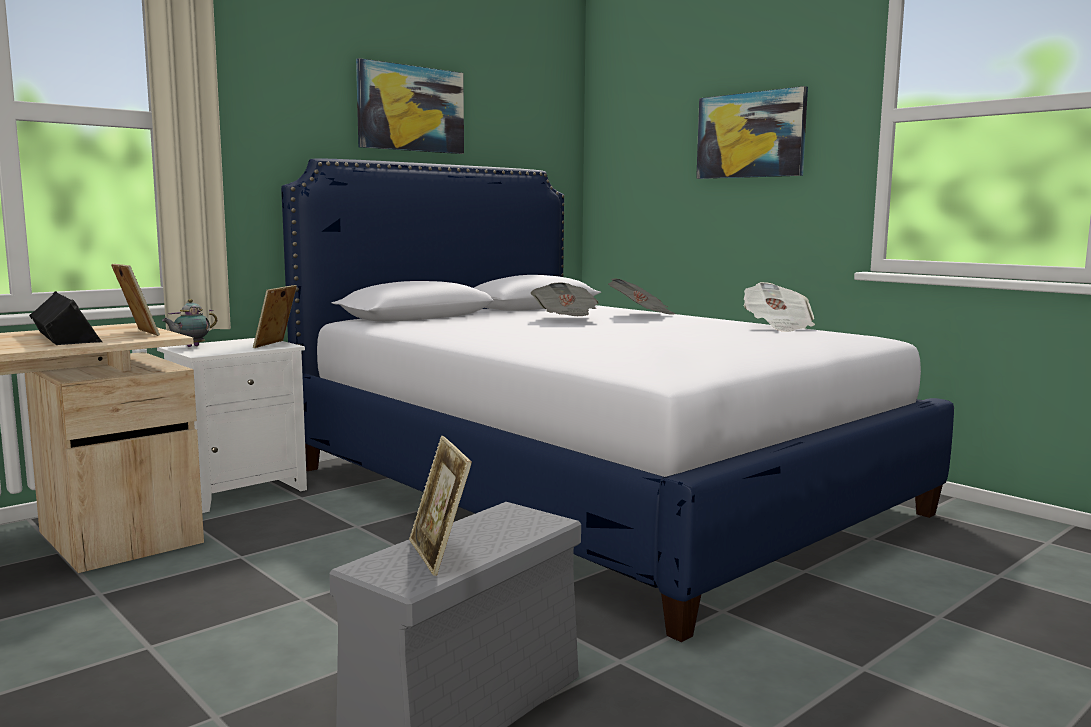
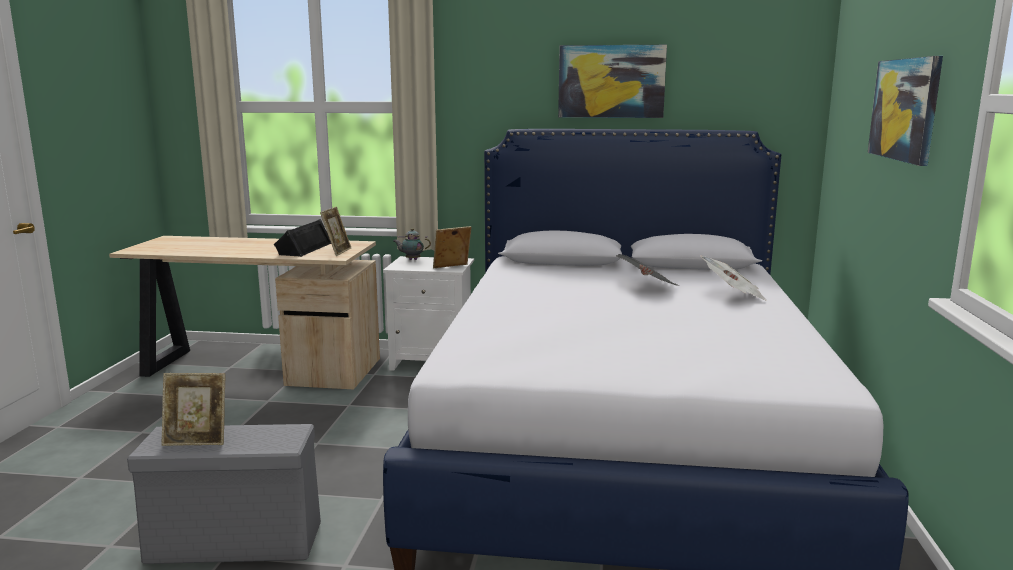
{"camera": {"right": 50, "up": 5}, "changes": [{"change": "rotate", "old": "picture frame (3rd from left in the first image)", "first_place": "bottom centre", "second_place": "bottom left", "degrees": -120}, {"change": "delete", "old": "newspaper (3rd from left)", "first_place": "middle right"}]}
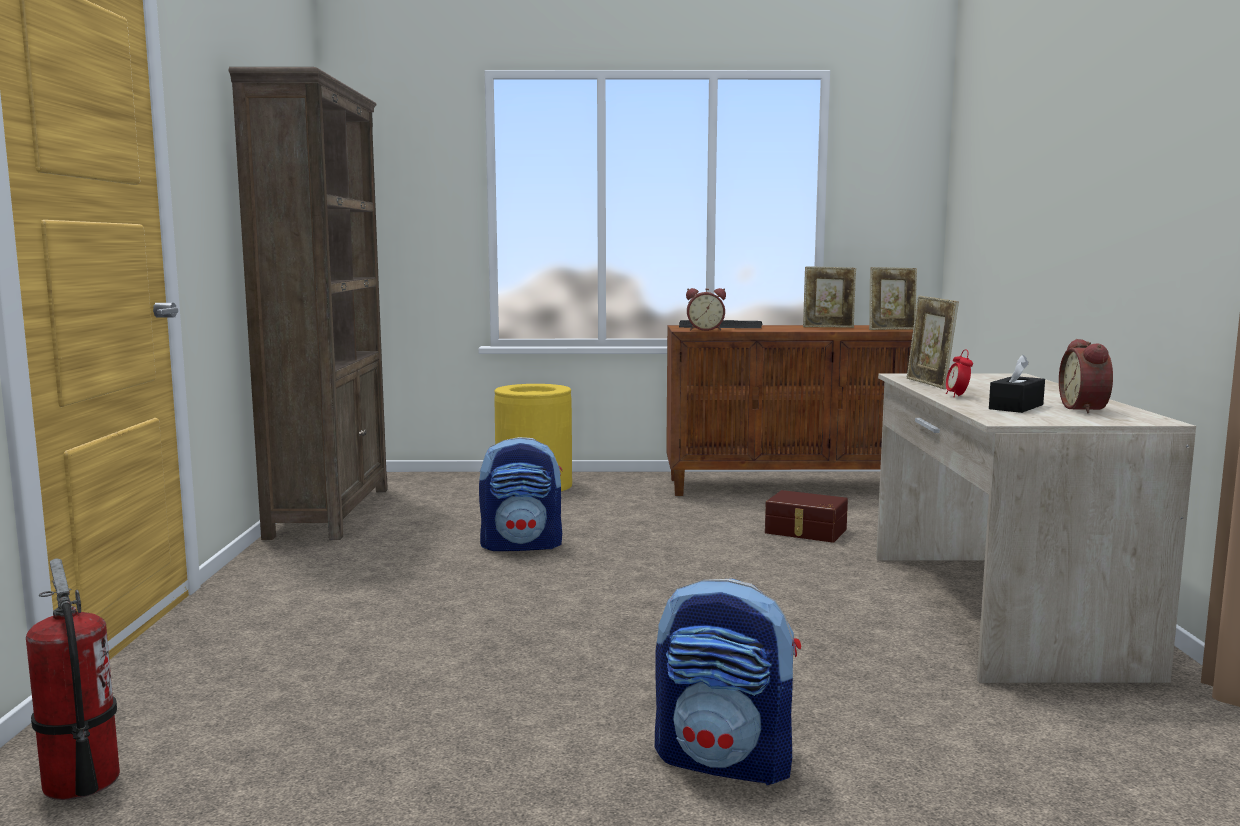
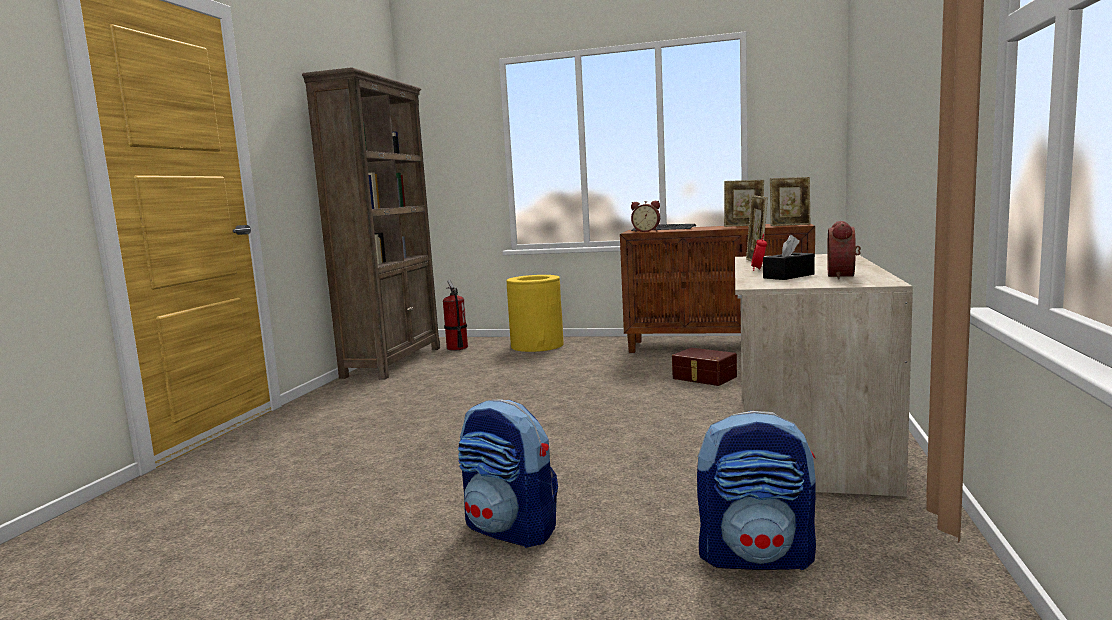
{"camera": {"right": 15, "up": 0}, "changes": [{"change": "move", "old": "fire-fighting cylinder", "first_place": "bottom left", "second_place": "centre"}, {"change": "move", "old": "rucksack (1st from left in the first image)", "new": "rucksack (2nd from left)", "first_place": "centre", "second_place": "bottom right"}]}
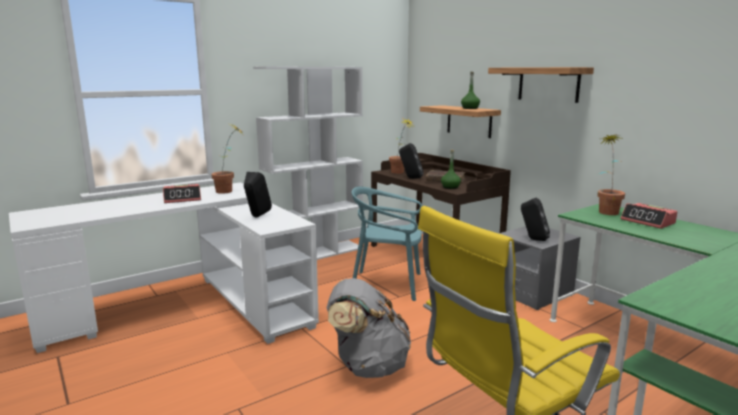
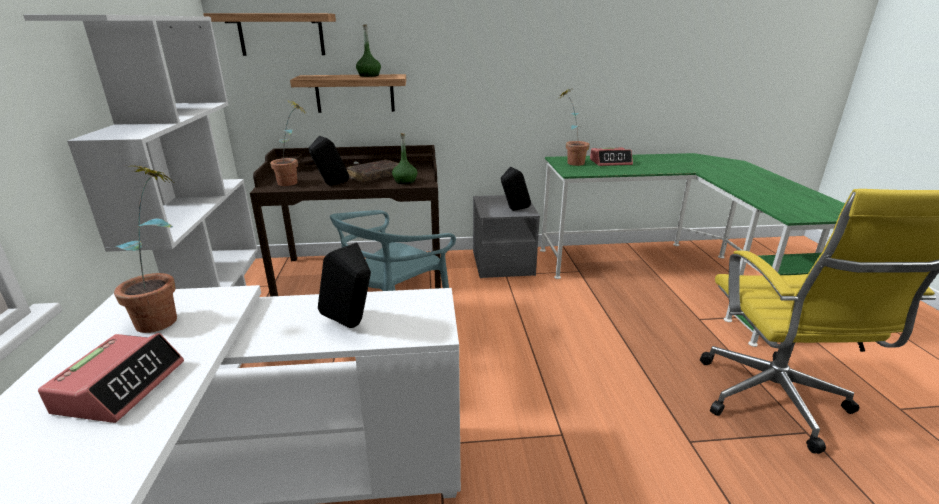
{"camera": {"right": -60, "up": 10}, "changes": [{"change": "delete", "old": "greyish rucksack", "first_place": "bottom centre"}, {"change": "move", "old": "shelf (2nd from left in the first image)", "new": "shelf (1st from left)", "first_place": "top right", "second_place": "top left"}]}
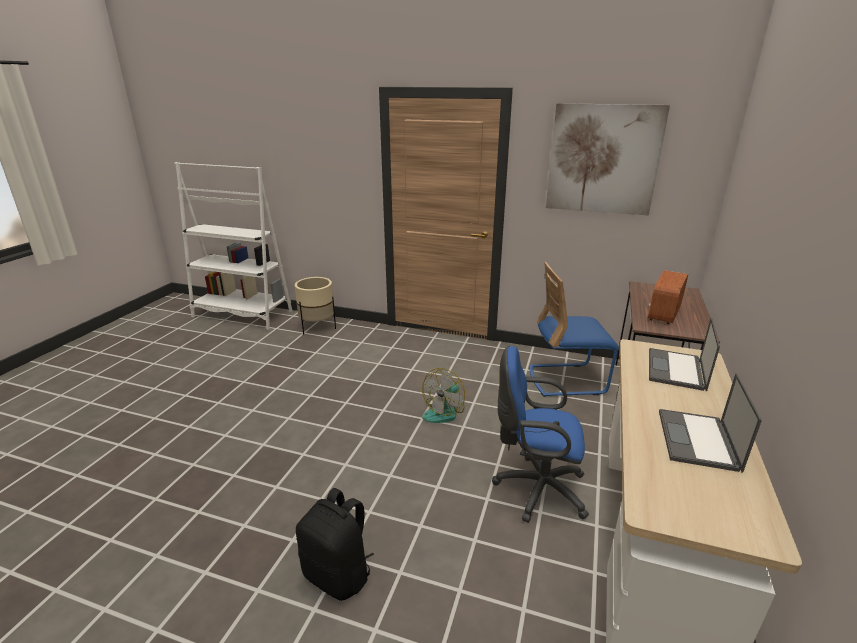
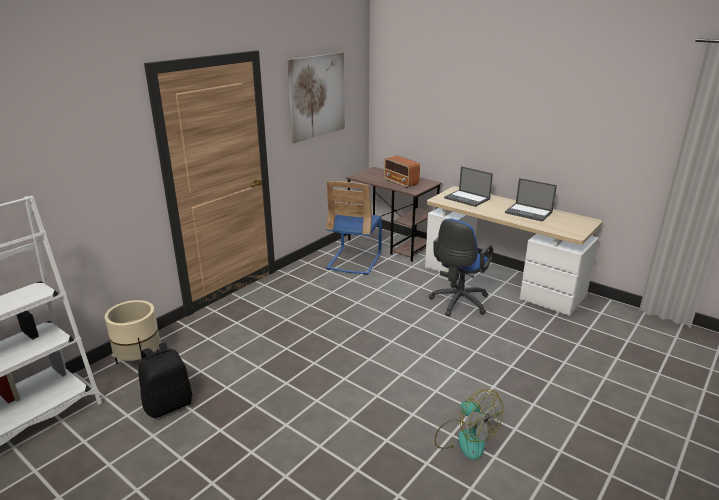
{"camera": {"right": -70, "up": 0}, "changes": [{"change": "move", "old": "blackish rucksack", "first_place": "bottom centre", "second_place": "bottom left"}, {"change": "move", "old": "cooling fan", "first_place": "centre", "second_place": "bottom centre"}]}
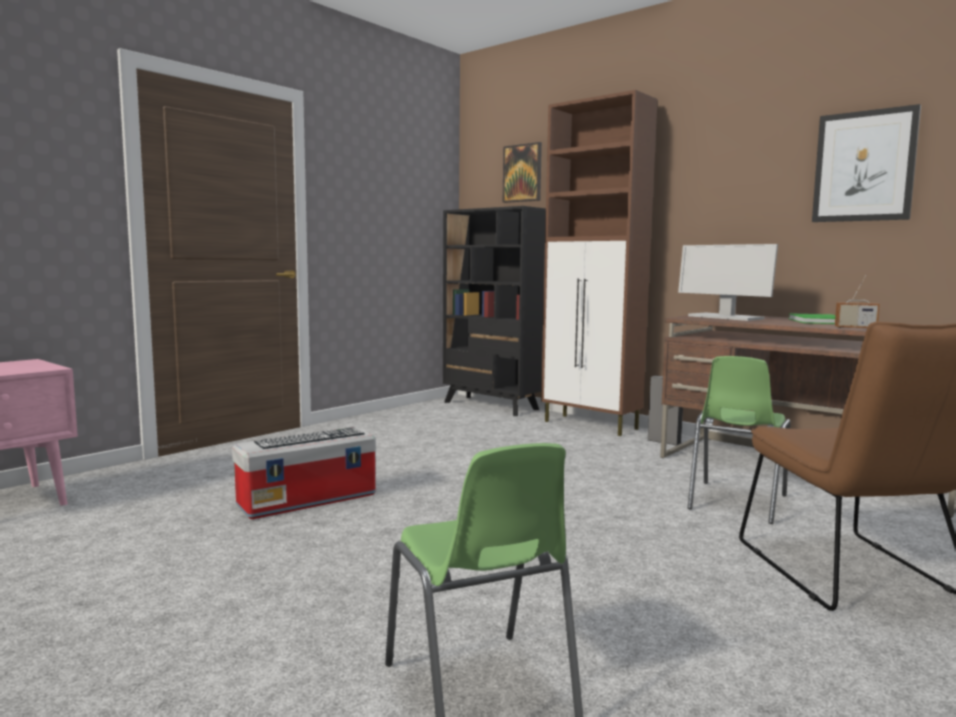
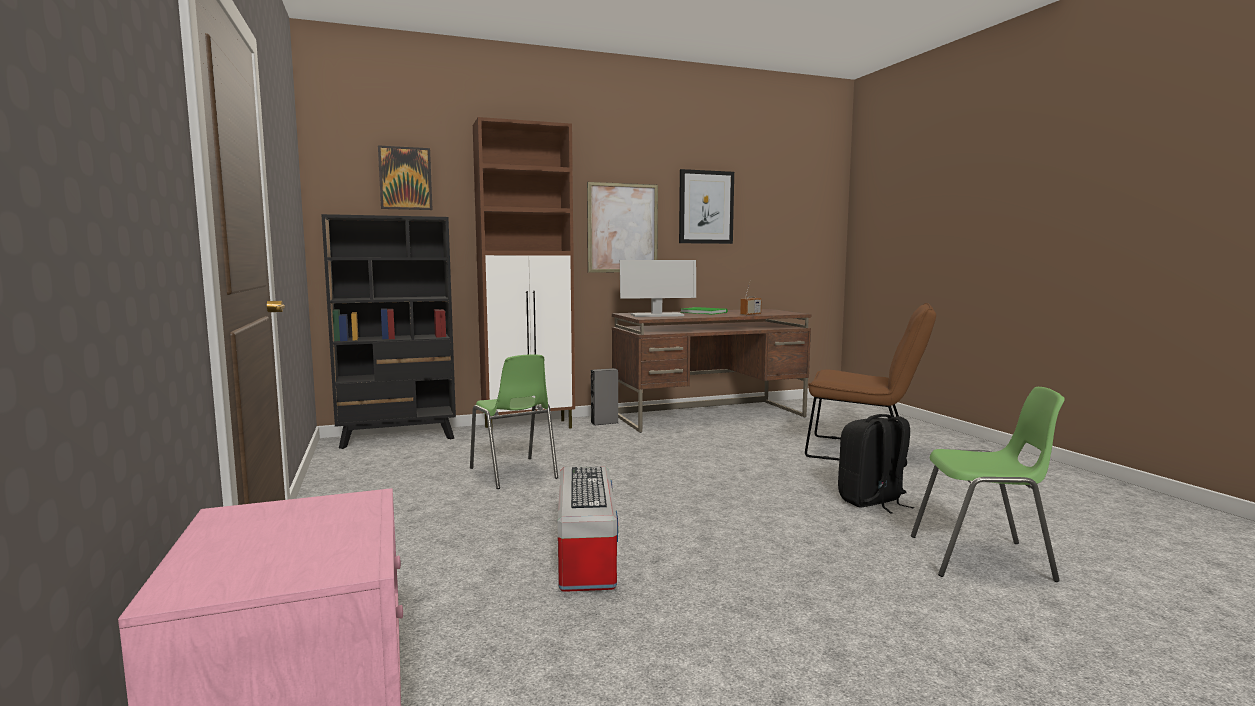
{"camera": {"right": -60, "up": 0}, "changes": [{"change": "move", "old": "greenish upright chair (2nd from left in the first image)", "new": "greenish upright chair (1st from left)", "first_place": "middle right", "second_place": "centre"}, {"change": "insert", "new": "wall picture (2nd from left)", "second_place": "top centre"}, {"change": "insert", "new": "blackish rucksack", "second_place": "middle right"}]}
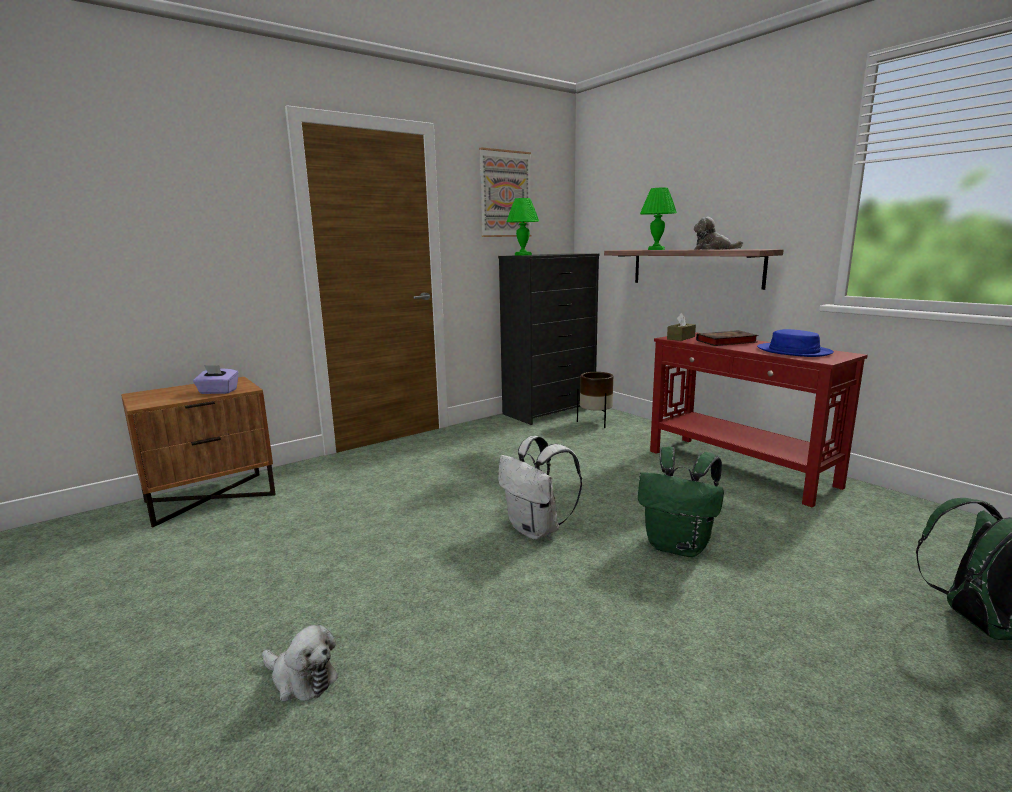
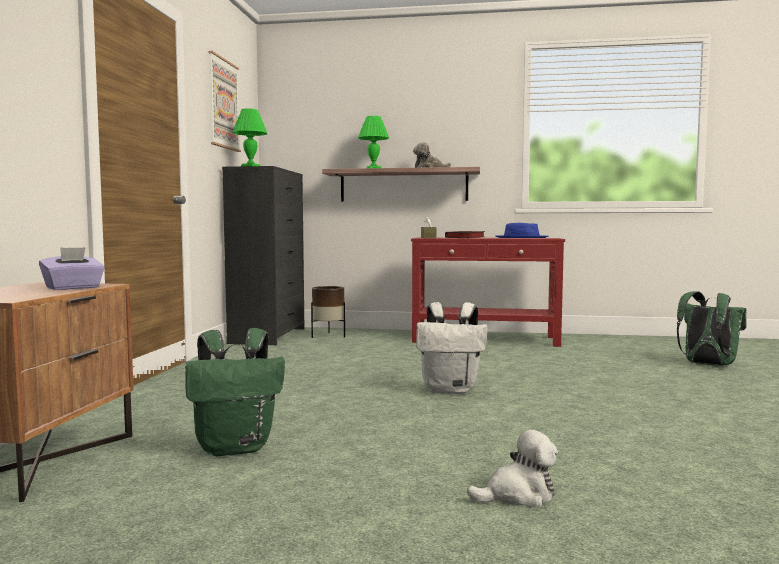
{"camera": {"right": -45, "up": -10}, "changes": [{"change": "move", "old": "greenish rucksack (1st from left)", "first_place": "middle right", "second_place": "bottom left"}]}
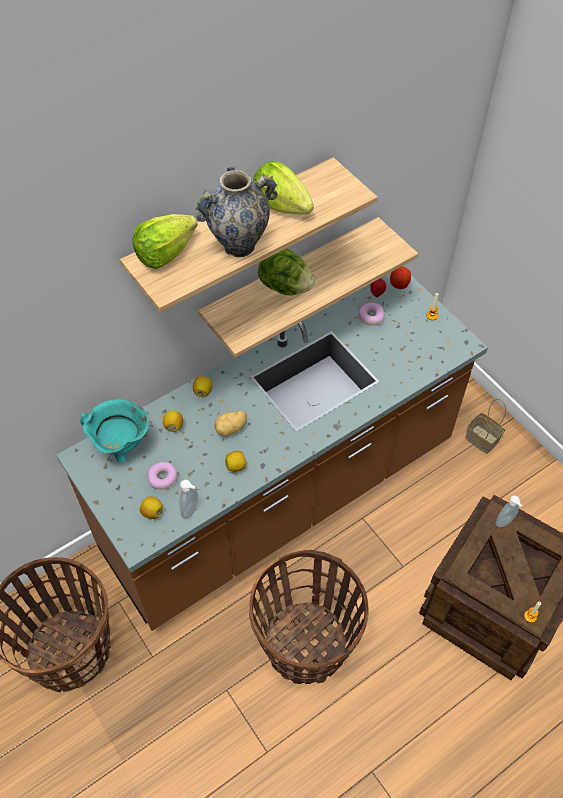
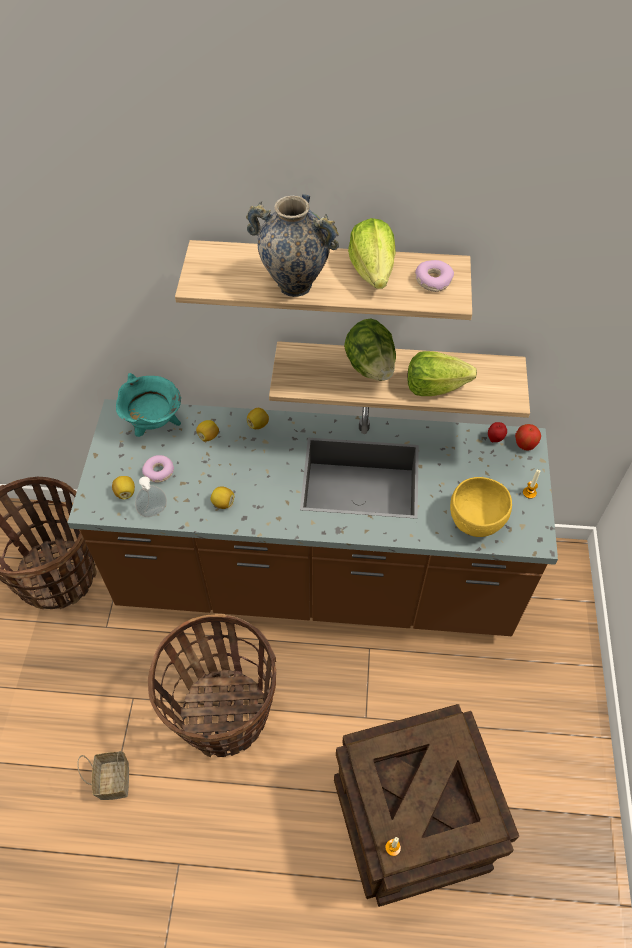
{"camera": {"right": 40, "up": 0}, "changes": [{"change": "move", "old": "lettuce (1st from left in the first image)", "new": "lettuce (3rd from left)", "first_place": "top left", "second_place": "middle right"}, {"change": "delete", "old": "spud", "first_place": "centre"}, {"change": "move", "old": "doughnut (2nd from left)", "first_place": "centre", "second_place": "top right"}, {"change": "move", "old": "basket (3rd from left in the first image)", "new": "basket (2nd from left)", "first_place": "middle right", "second_place": "bottom left"}, {"change": "delete", "old": "soap dispenser (2nd from left)", "first_place": "middle right"}, {"change": "insert", "new": "yellow-coloured serving bowl", "second_place": "middle right"}]}
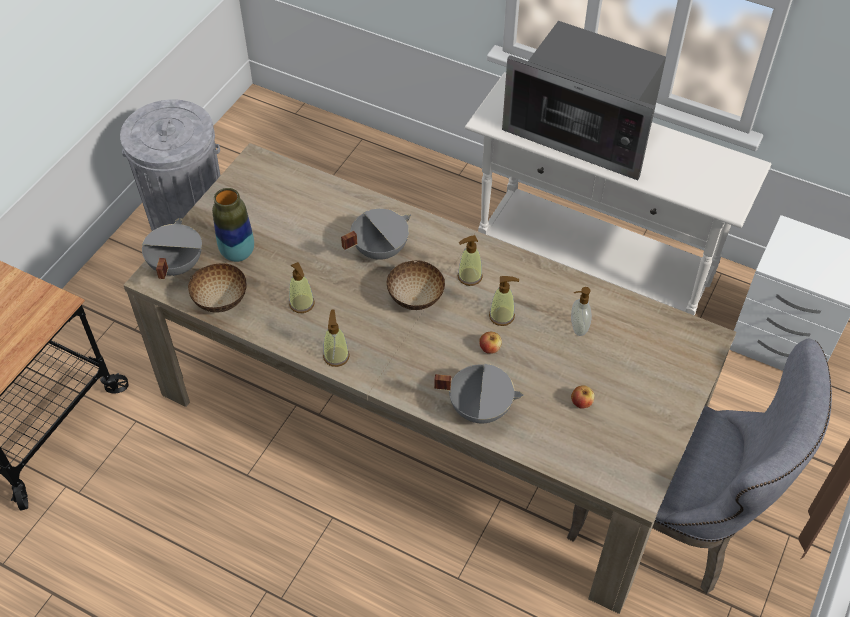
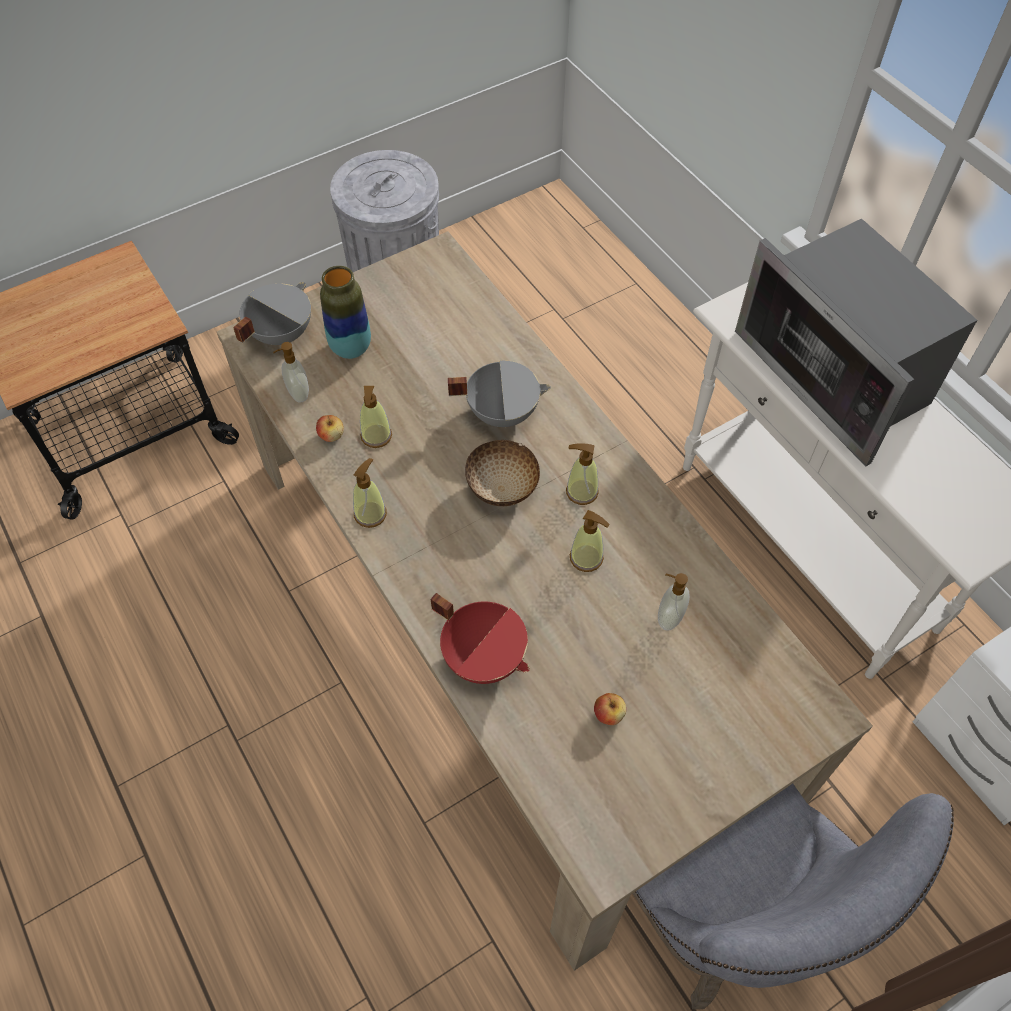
{"camera": {"right": 30, "up": 5}, "changes": [{"change": "replace", "old": "serving bowl (1st from left)", "new": "soap dispenser (1st from left)", "first_place": "middle left", "second_place": "middle left"}, {"change": "recolor", "old": "greyish stockpot (3rd from left)", "new": "red stockpot", "first_place": "centre", "second_place": "centre"}, {"change": "move", "old": "whole apple (1st from left)", "first_place": "centre", "second_place": "middle left"}]}
